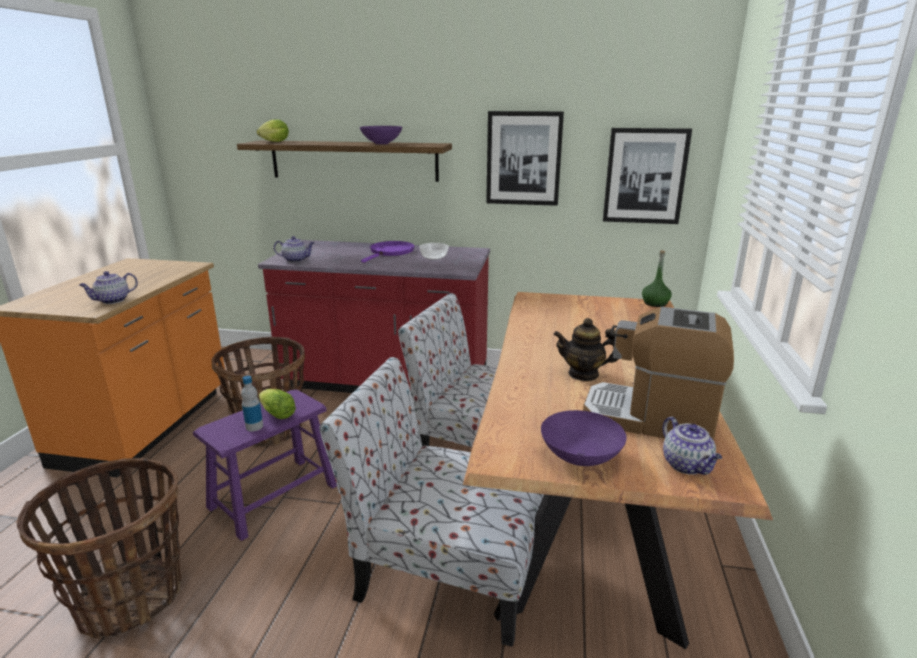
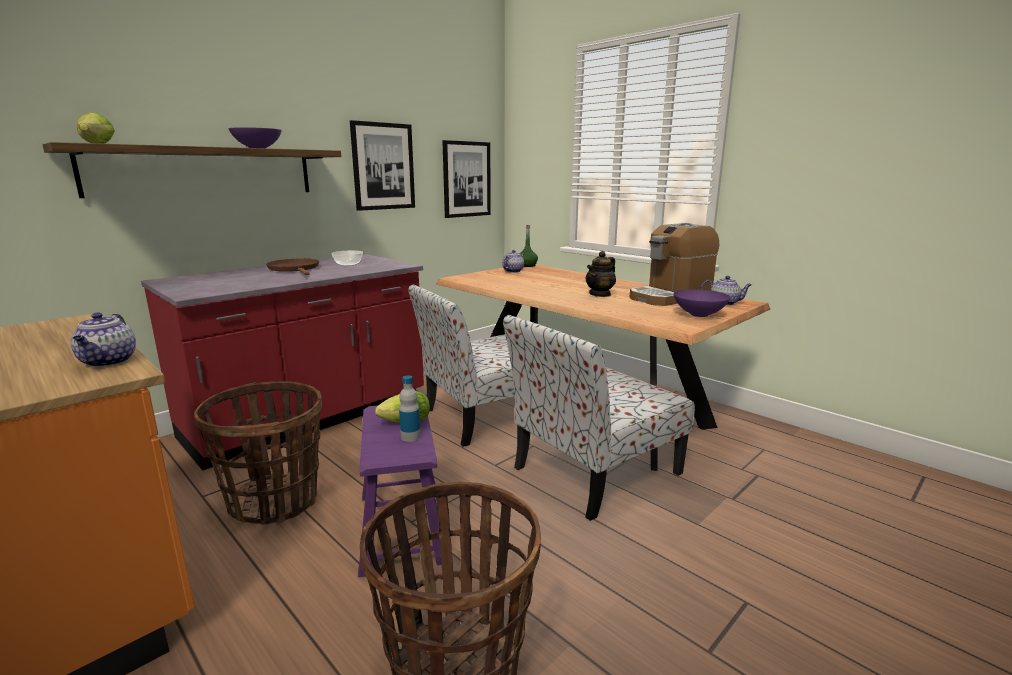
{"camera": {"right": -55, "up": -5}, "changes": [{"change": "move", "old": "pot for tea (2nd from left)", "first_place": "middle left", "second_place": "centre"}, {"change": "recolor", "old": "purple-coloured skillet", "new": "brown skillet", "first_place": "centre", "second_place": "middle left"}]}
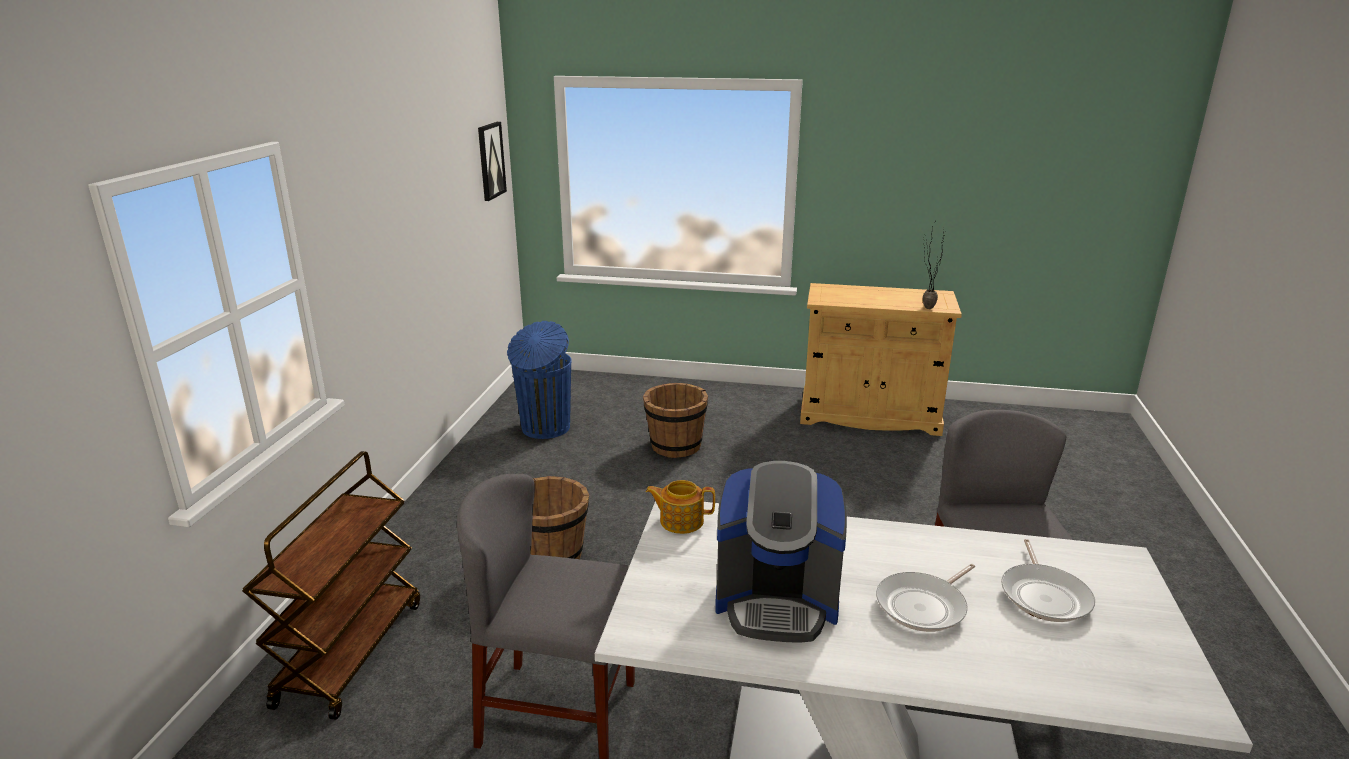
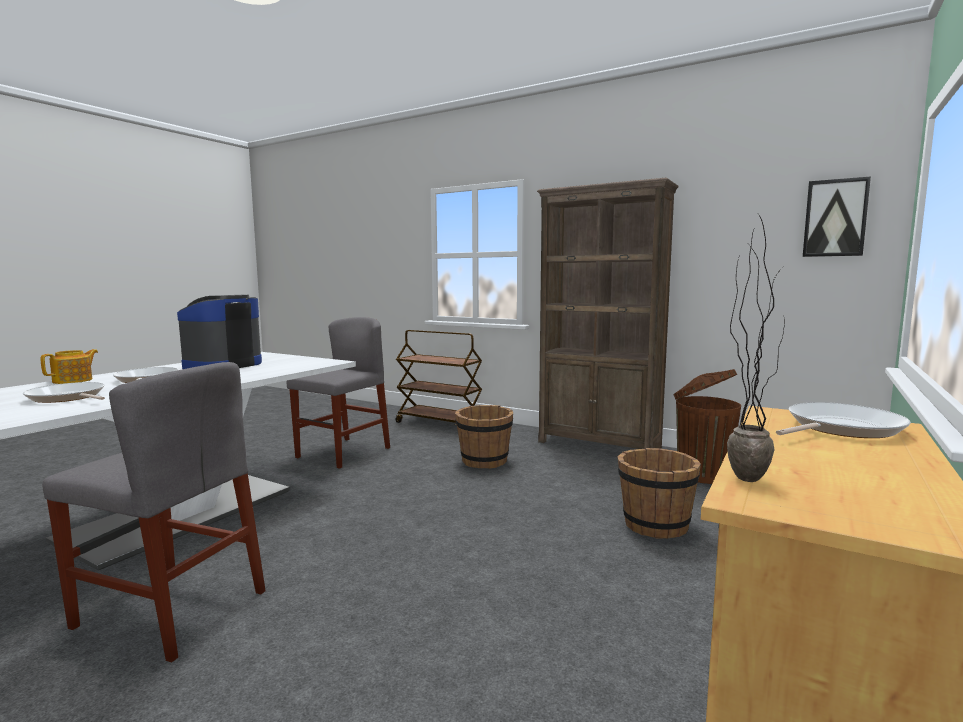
{"camera": {"right": 110, "up": -15}, "changes": [{"change": "recolor", "old": "blue-coloured waste bin", "new": "brown waste bin", "first_place": "centre", "second_place": "middle right"}, {"change": "move", "old": "pot for tea", "first_place": "bottom centre", "second_place": "middle left"}, {"change": "insert", "new": "brown bookshelf", "second_place": "centre"}, {"change": "insert", "new": "skillet (3rd from left)", "second_place": "middle right"}]}
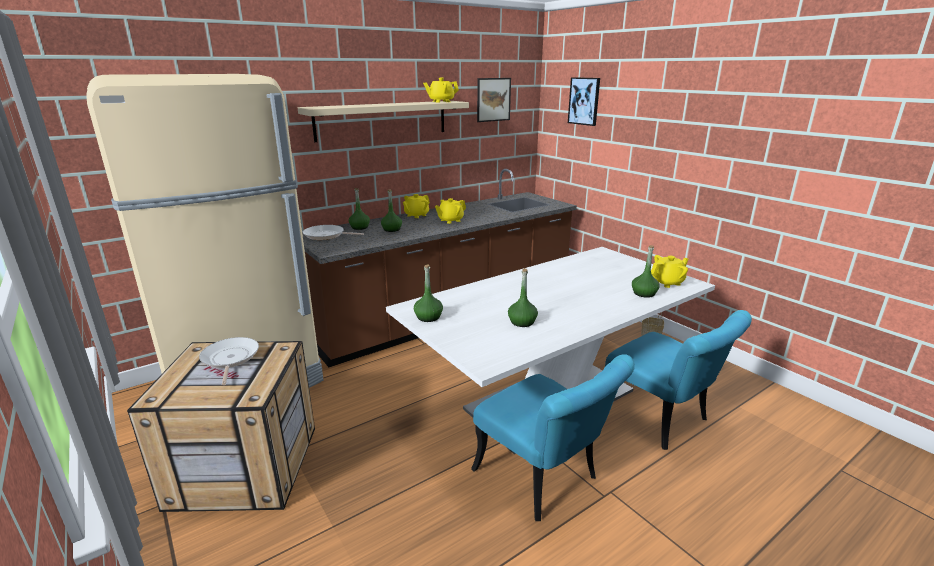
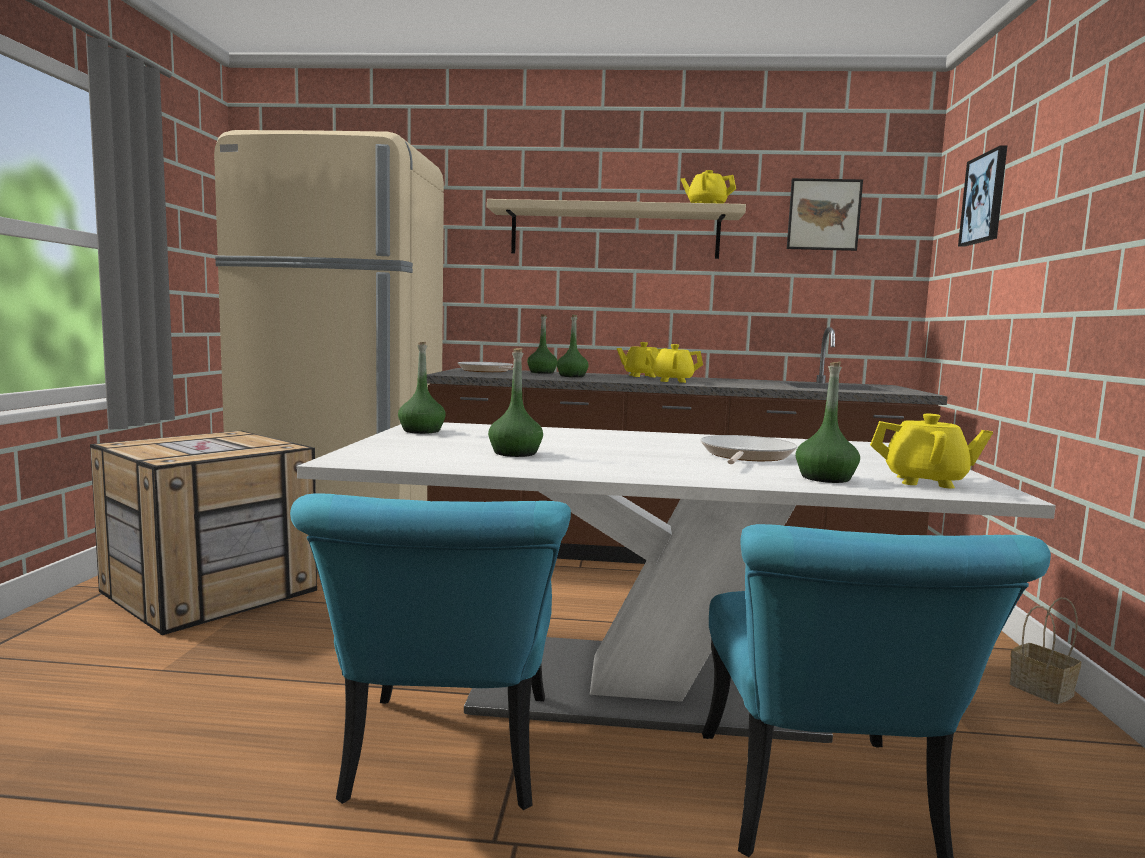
{"camera": {"right": 40, "up": -15}, "changes": [{"change": "move", "old": "skillet (1st from left in the first image)", "new": "skillet (2nd from left)", "first_place": "middle left", "second_place": "centre"}]}
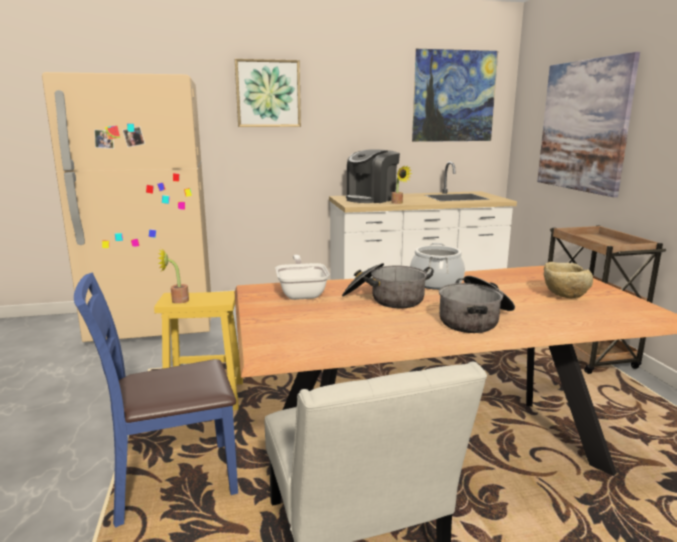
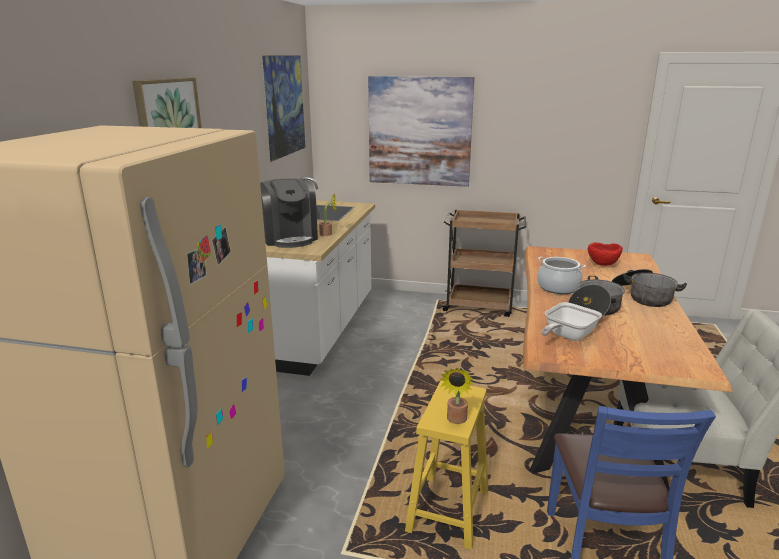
{"camera": {"right": -65, "up": 5}, "changes": [{"change": "rotate", "old": "skillet", "first_place": "centre", "second_place": "middle right", "degrees": -60}, {"change": "recolor", "old": "beige-coloured serving bowl", "new": "red serving bowl", "first_place": "middle right", "second_place": "middle right"}]}
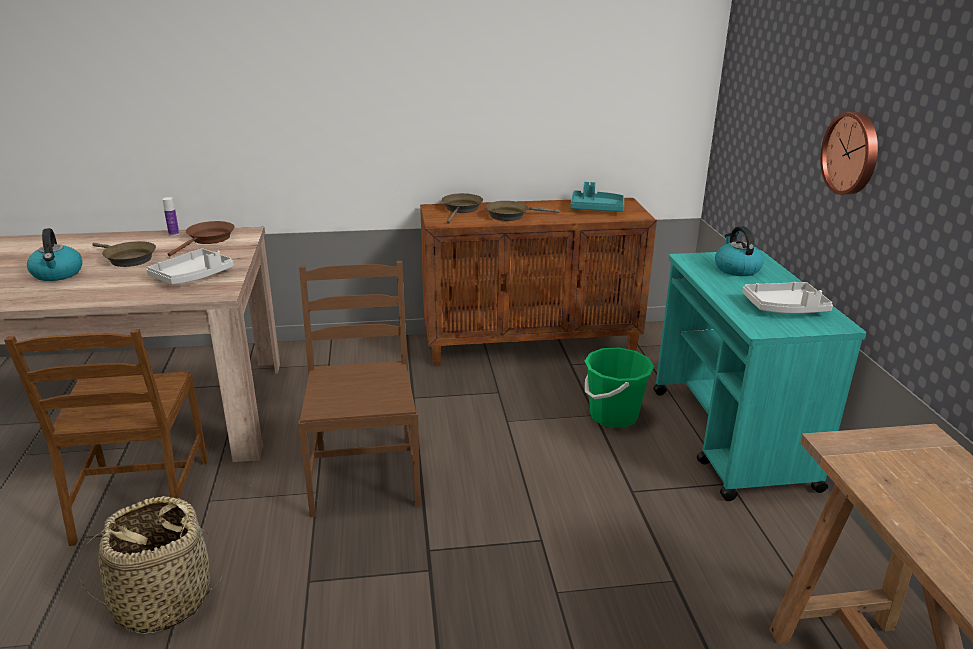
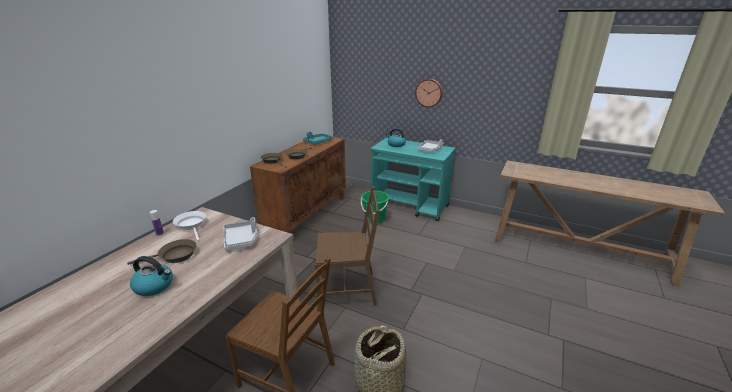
{"camera": {"right": -55, "up": 0}, "changes": [{"change": "recolor", "old": "brown skillet (2nd from left)", "new": "whitish skillet", "first_place": "middle left", "second_place": "middle left"}, {"change": "rotate", "old": "brown upright chair (2nd from left)", "first_place": "centre", "second_place": "centre", "degrees": 150}]}
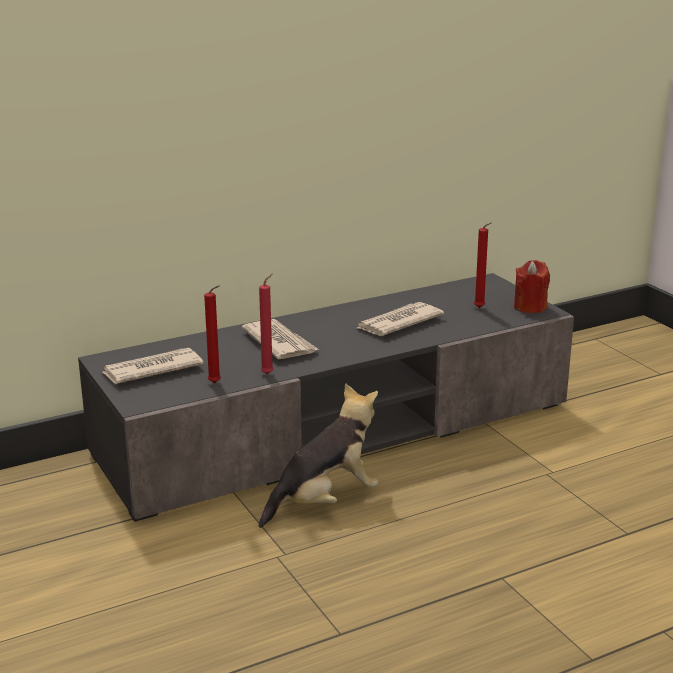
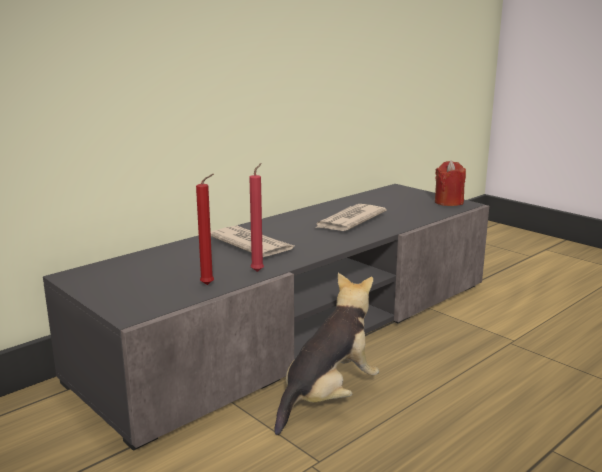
{"camera": {"right": -15, "up": -5}, "changes": [{"change": "delete", "old": "newspaper (1st from left)", "first_place": "middle left"}, {"change": "delete", "old": "red wax candle (3rd from left)", "first_place": "middle right"}]}
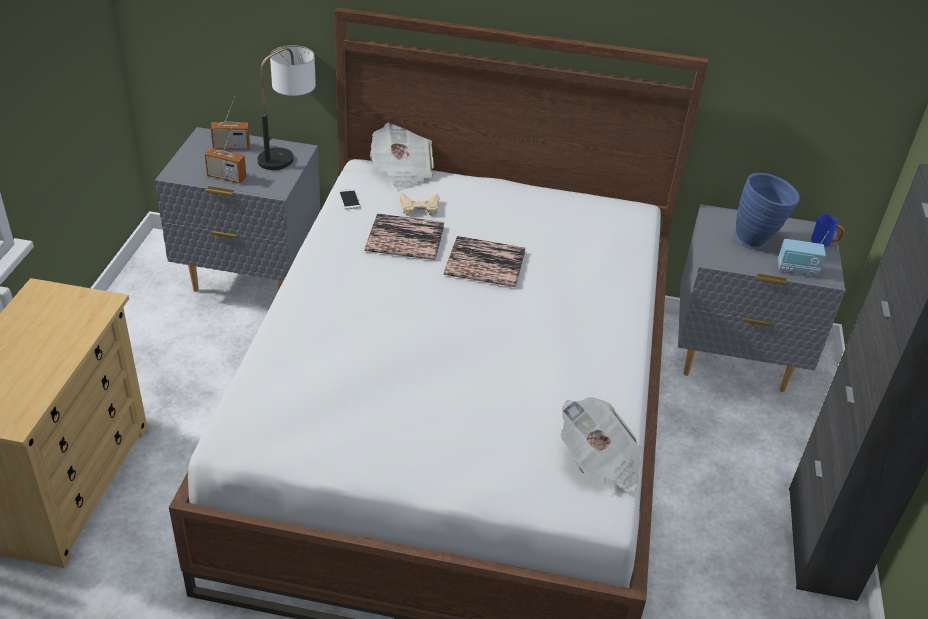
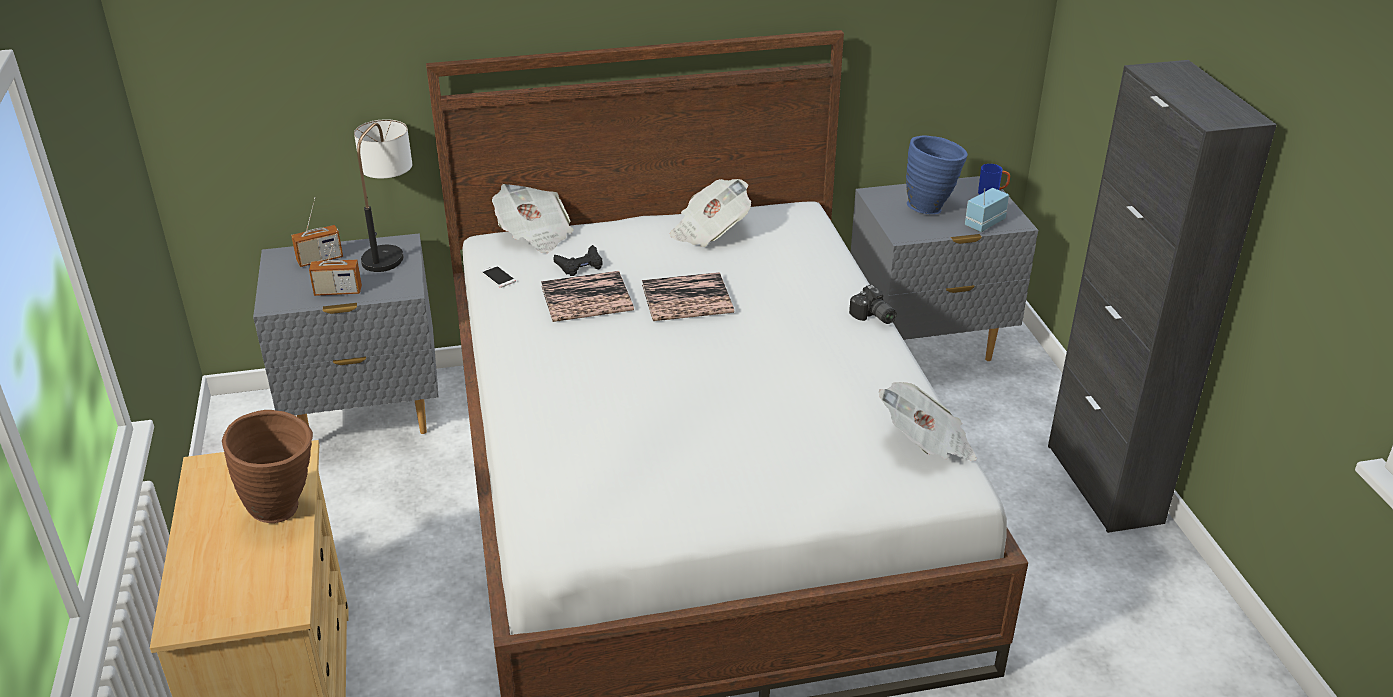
{"camera": {"right": -20, "up": -5}, "changes": [{"change": "recolor", "old": "beige-coloured gamepad", "new": "blackish gamepad", "first_place": "top centre", "second_place": "centre"}, {"change": "rotate", "old": "radio receiver (3rd from left)", "first_place": "middle right", "second_place": "top right", "degrees": 150}, {"change": "insert", "new": "brown decorative vase", "second_place": "bottom left"}, {"change": "insert", "new": "newspaper (2nd from left)", "second_place": "top centre"}, {"change": "insert", "new": "still camera", "second_place": "centre"}]}
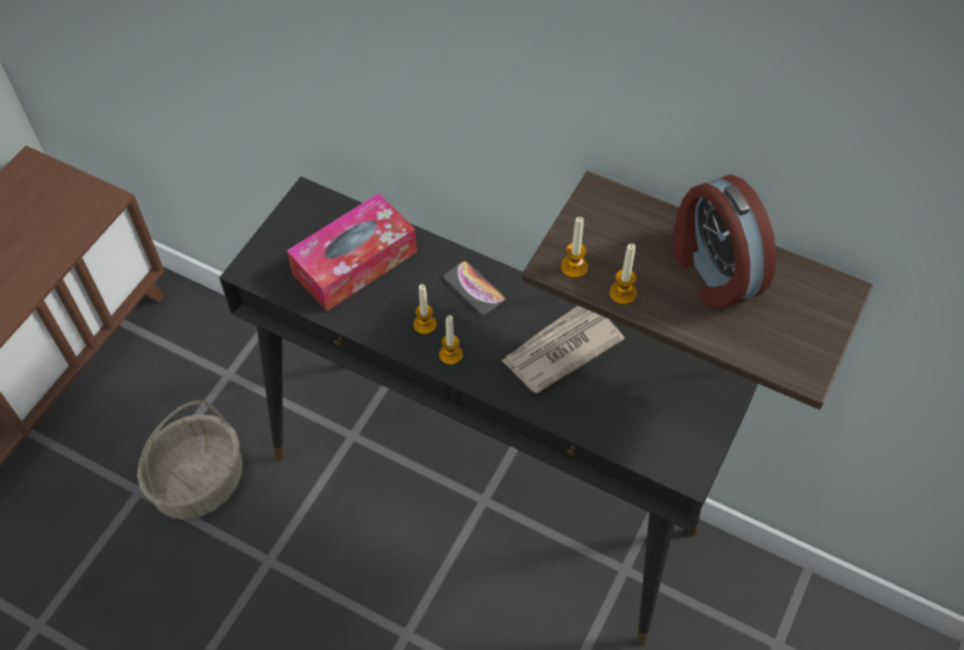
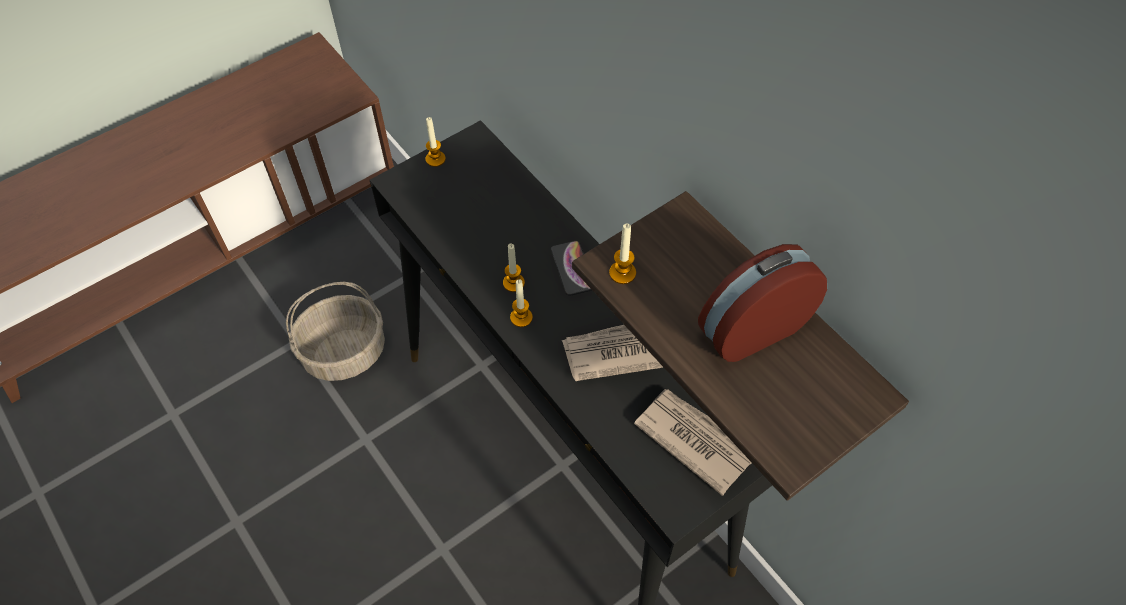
{"camera": {"right": 25, "up": 0}, "changes": [{"change": "delete", "old": "tissue box", "first_place": "centre"}, {"change": "move", "old": "wax candle (4th from left in the first image)", "new": "wax candle (1st from left)", "first_place": "centre", "second_place": "top centre"}, {"change": "rotate", "old": "table clock", "first_place": "middle right", "second_place": "middle right", "degrees": 60}, {"change": "insert", "new": "newspaper (2nd from left)", "second_place": "bottom centre"}]}
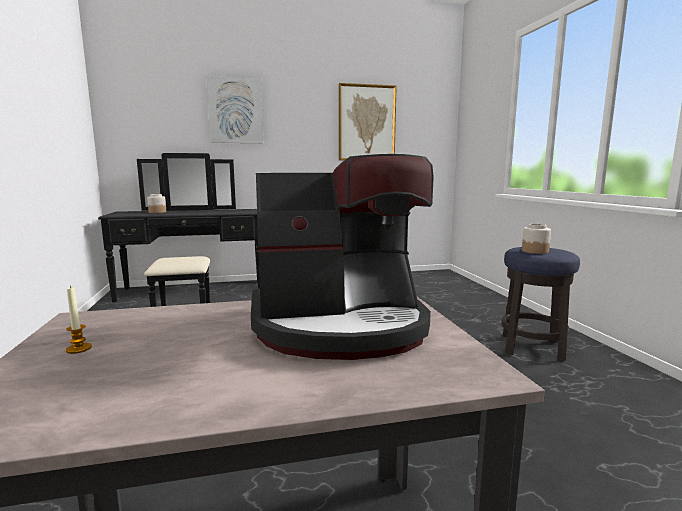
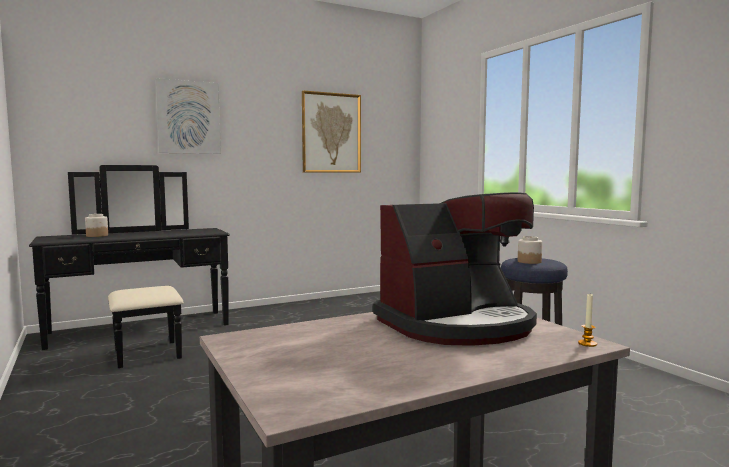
{"camera": {"right": -15, "up": -5}, "changes": [{"change": "move", "old": "wax candle", "first_place": "middle left", "second_place": "bottom right"}]}
